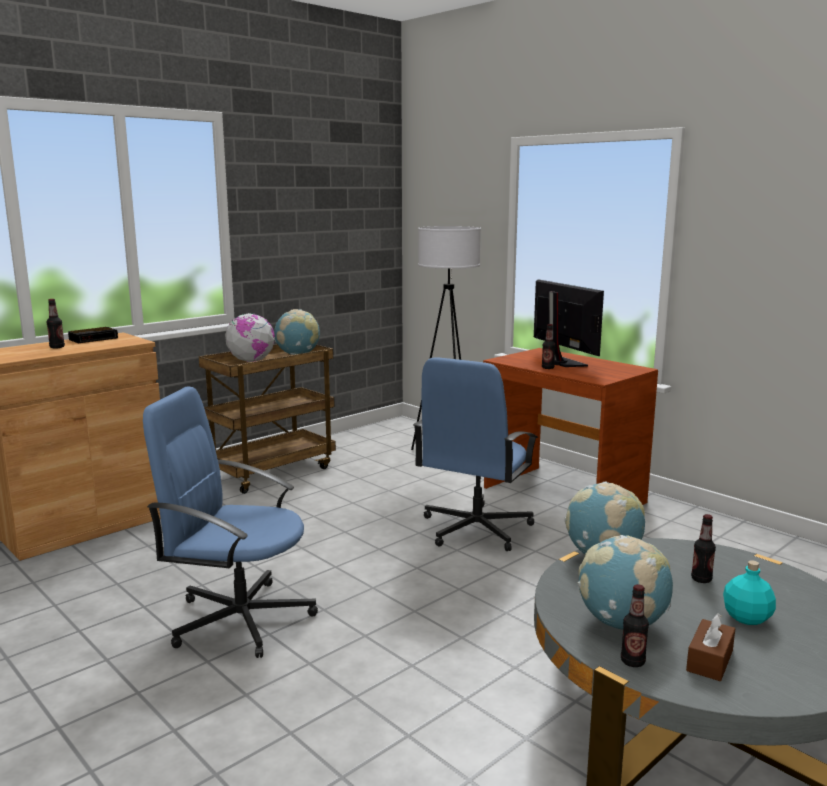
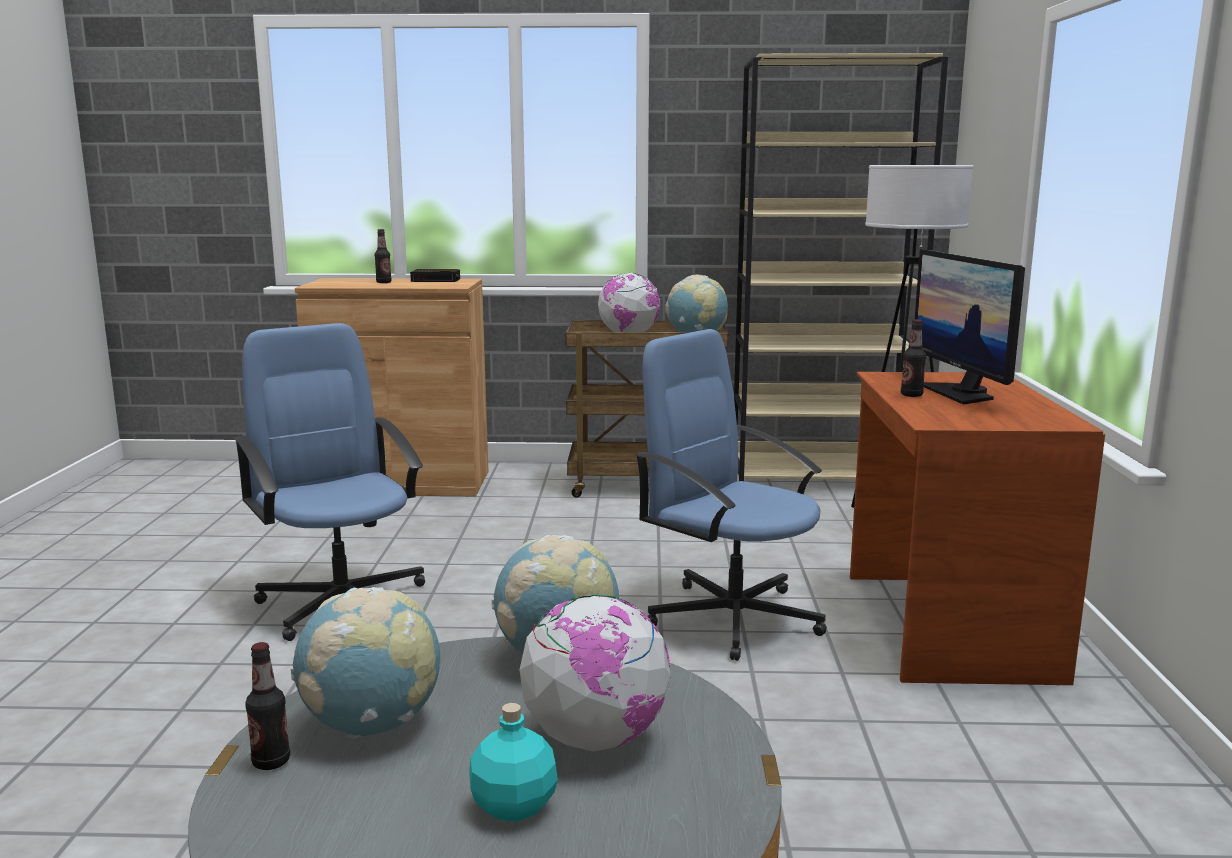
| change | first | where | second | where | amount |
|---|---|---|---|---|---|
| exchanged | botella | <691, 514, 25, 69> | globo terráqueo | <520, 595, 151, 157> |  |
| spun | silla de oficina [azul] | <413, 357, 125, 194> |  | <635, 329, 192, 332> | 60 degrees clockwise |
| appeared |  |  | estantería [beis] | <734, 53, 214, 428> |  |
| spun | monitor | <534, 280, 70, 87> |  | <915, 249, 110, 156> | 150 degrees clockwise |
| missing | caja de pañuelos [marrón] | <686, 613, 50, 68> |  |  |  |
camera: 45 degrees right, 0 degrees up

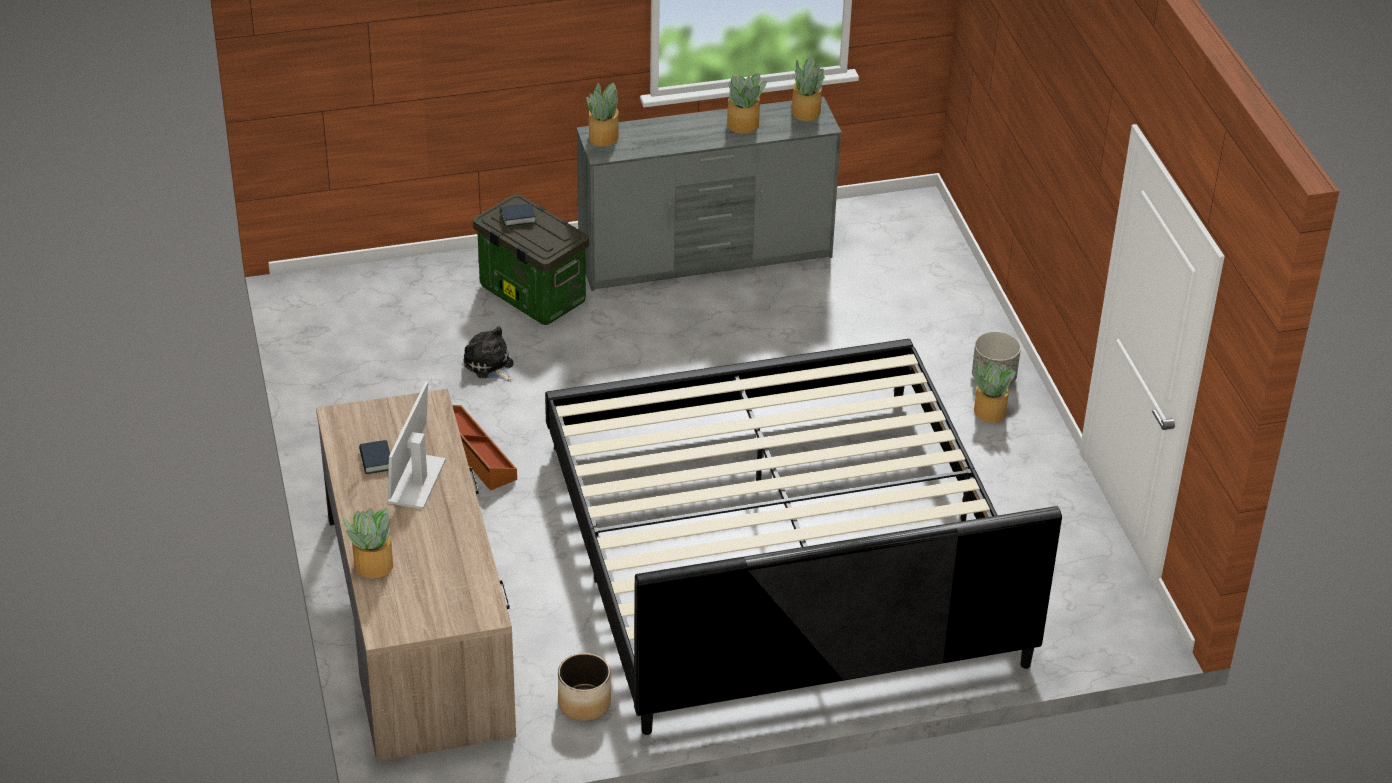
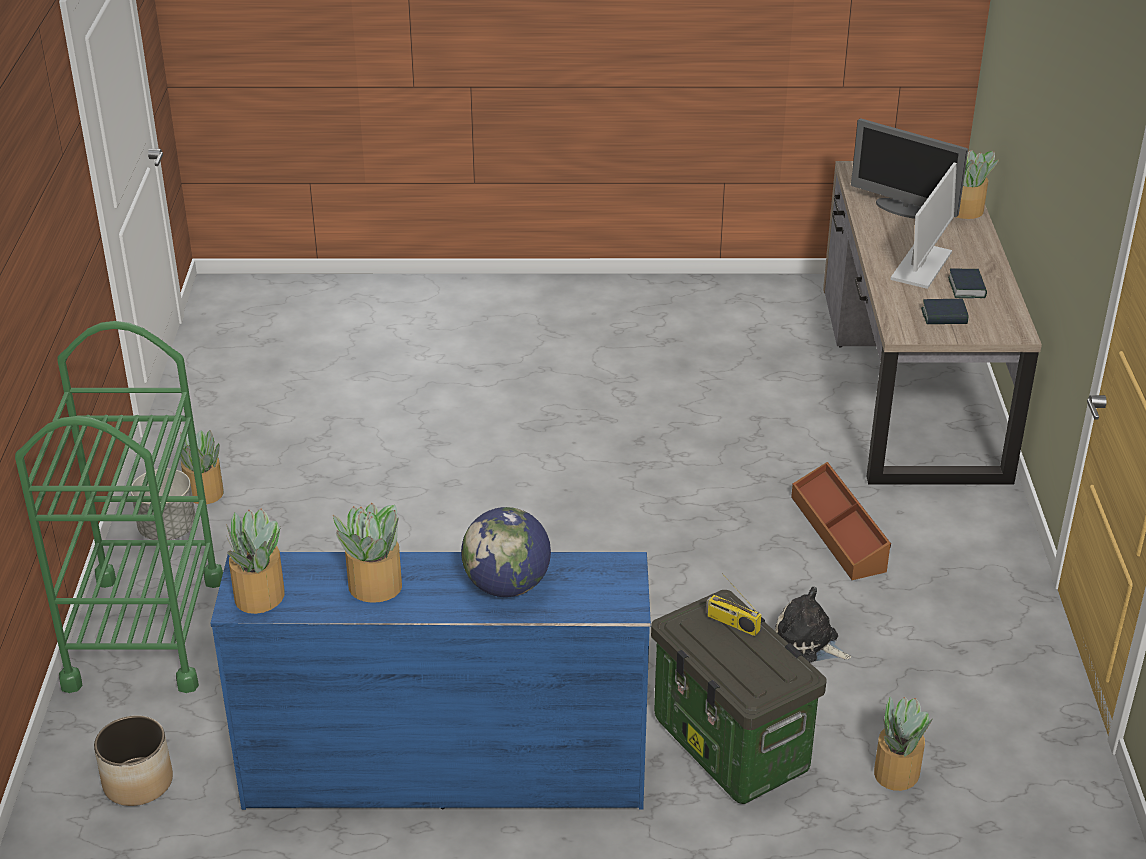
| change | first | where | second | where | amount |
|---|---|---|---|---|---|
| appeared |  |  | carrito [verde] | <15, 321, 208, 372> |  |
| relocated | maceta | <558, 653, 53, 68> |  | <94, 715, 79, 91> |  |
| colour | cómoda [gris] | <576, 97, 266, 194> | cómoda [azul] | <210, 552, 441, 258> |  |
| appeared |  |  | globo terráqueo | <461, 507, 90, 90> |  |
| appeared |  |  | radio | <706, 573, 55, 63> |  |
| spun | peluche | <463, 326, 50, 56> |  | <775, 587, 76, 75> | 150 degrees clockwise |
| appeared |  |  | monitor | <851, 118, 117, 101> |  |
| relocated | planta en maceta | <586, 83, 33, 64> |  | <874, 696, 59, 95> |  |
| relocated | libro | <500, 203, 36, 24> |  | <921, 299, 48, 25> |  |
| missing | cama | <545, 339, 517, 396> |  |  |  |
camera: 165 degrees left, 5 degrees down

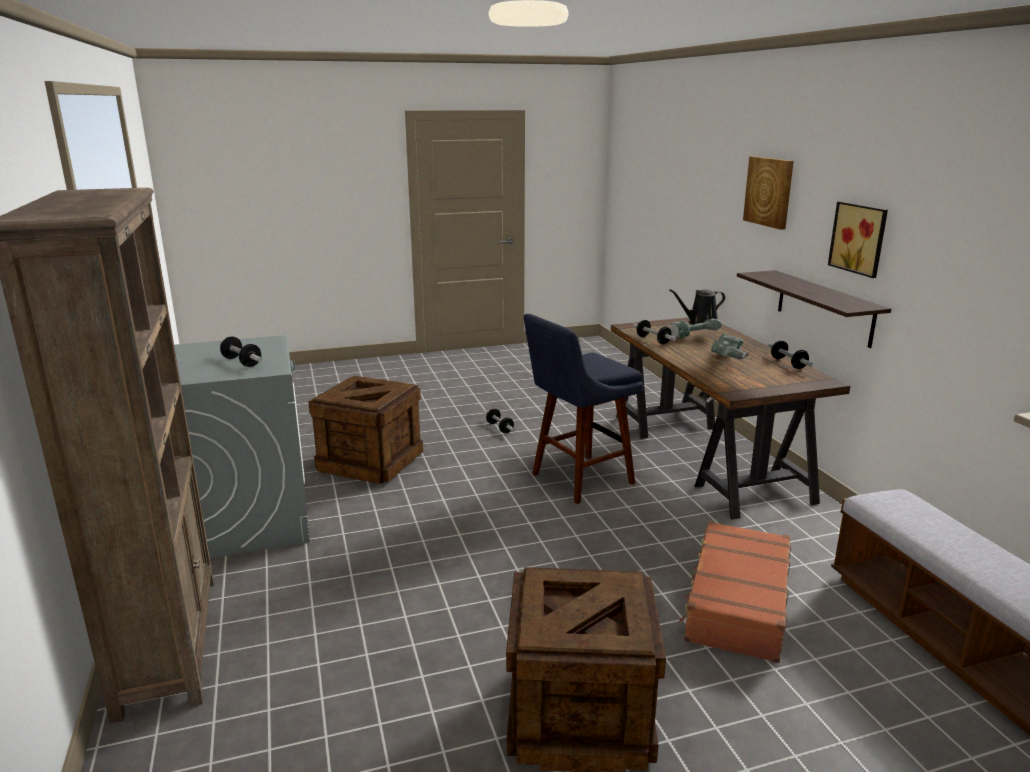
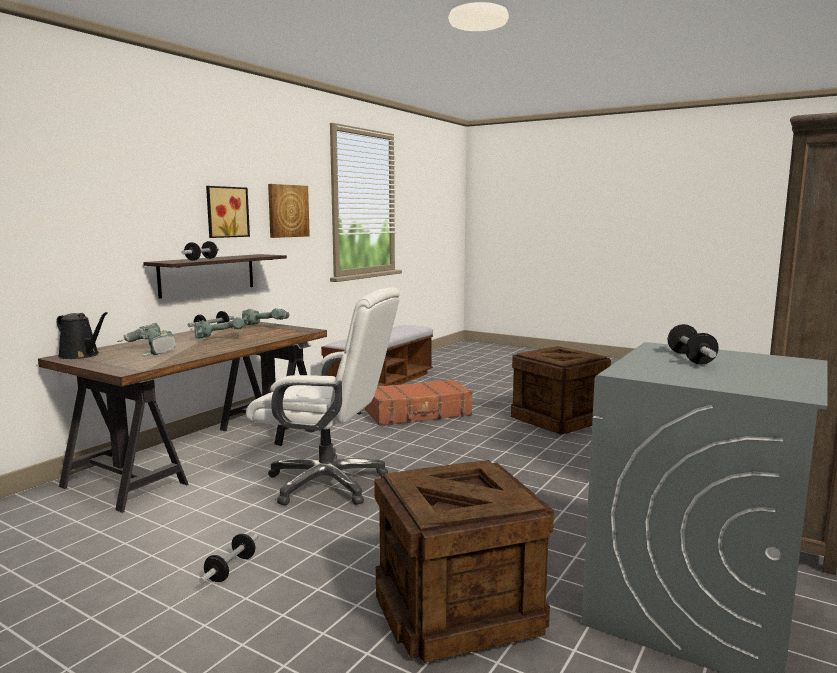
| change | first | where | second | where | amount |
|---|---|---|---|---|---|
| relocated | mancuerna | <633, 320, 43, 24> |  | <182, 241, 37, 20> |  |
| appeared |  |  | taladro | <242, 308, 48, 17> |  |
| exchanged | taburete [azul] | <524, 314, 119, 190> | silla de oficina [blanco] | <246, 287, 154, 218> |  |
| relocated | cuadro | <743, 156, 51, 74> |  | <268, 184, 42, 54> |  |
camera: 130 degrees left, 10 degrees down

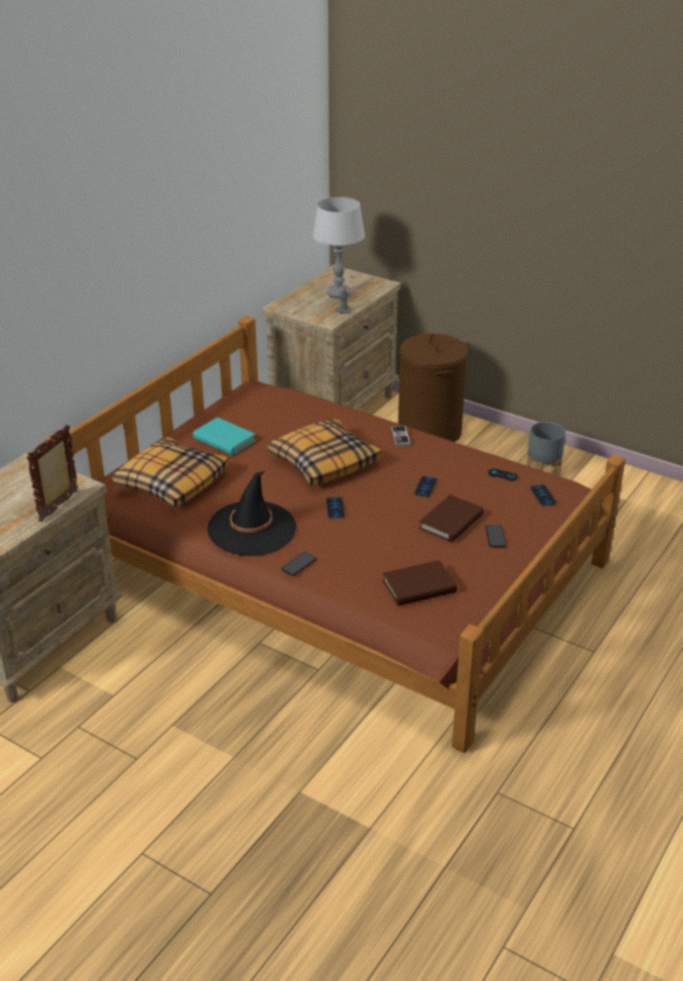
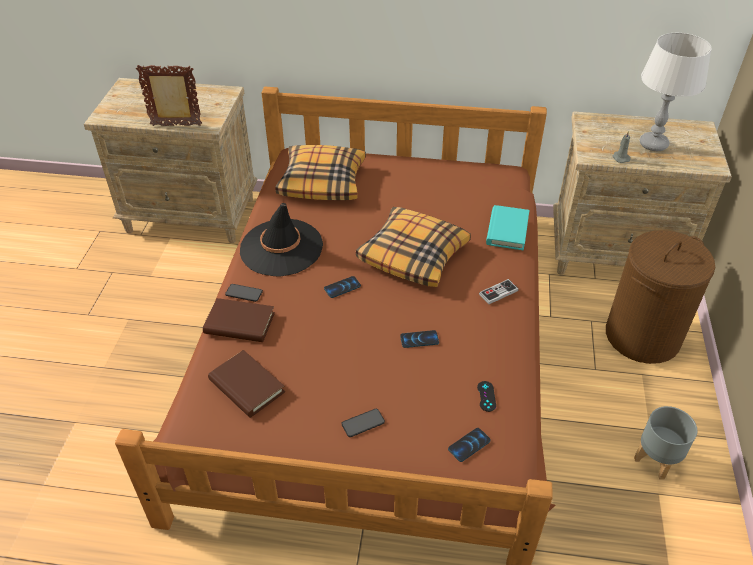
| change | first | where | second | where | amount |
|---|---|---|---|---|---|
| relocated | libro [marrón] | <419, 495, 65, 47> |  | <203, 298, 72, 44> |  |
| relocated | libro [turquesa] | <193, 417, 63, 38> |  | <486, 205, 43, 45> |  |
camera: 65 degrees right, 10 degrees up

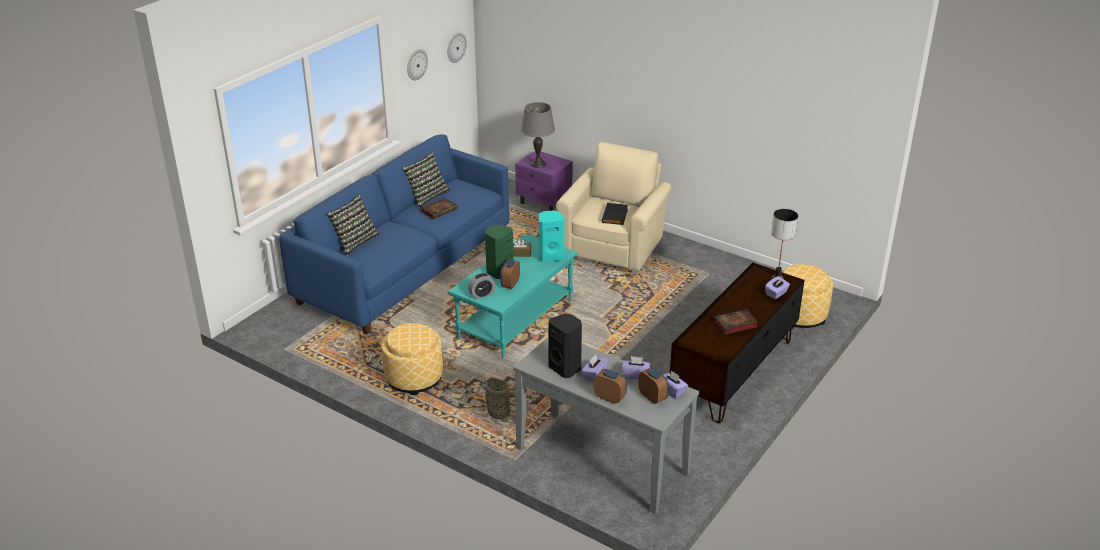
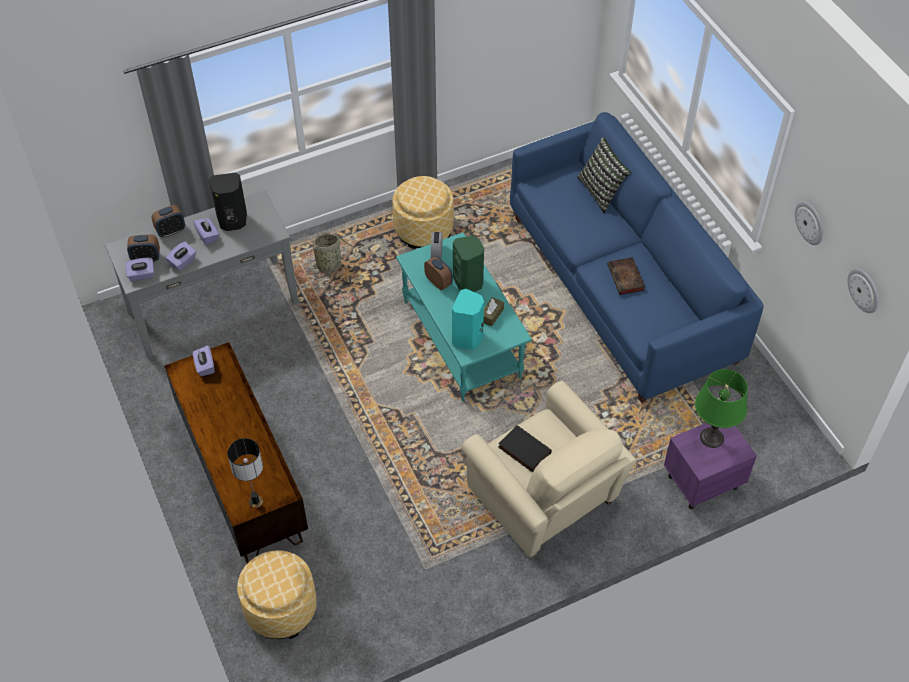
| change | first | where | second | where | amount |
|---|---|---|---|---|---|
| relocated | caja de pañuelos [morado] | <765, 276, 25, 23> |  | <193, 345, 21, 31> |  |
| colour | lámpara de mesa [gris] | <521, 102, 34, 66> | lámpara de mesa [verde] | <695, 369, 53, 79> |  |
| missing | cojín | <402, 152, 48, 56> |  |  |  |
| missing | libro | <714, 309, 44, 26> |  |  |  |
camera: 120 degrees right, 20 degrees up

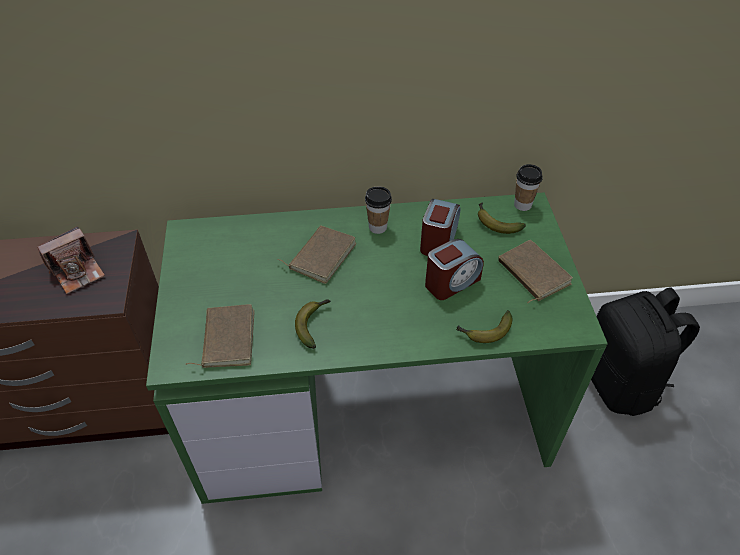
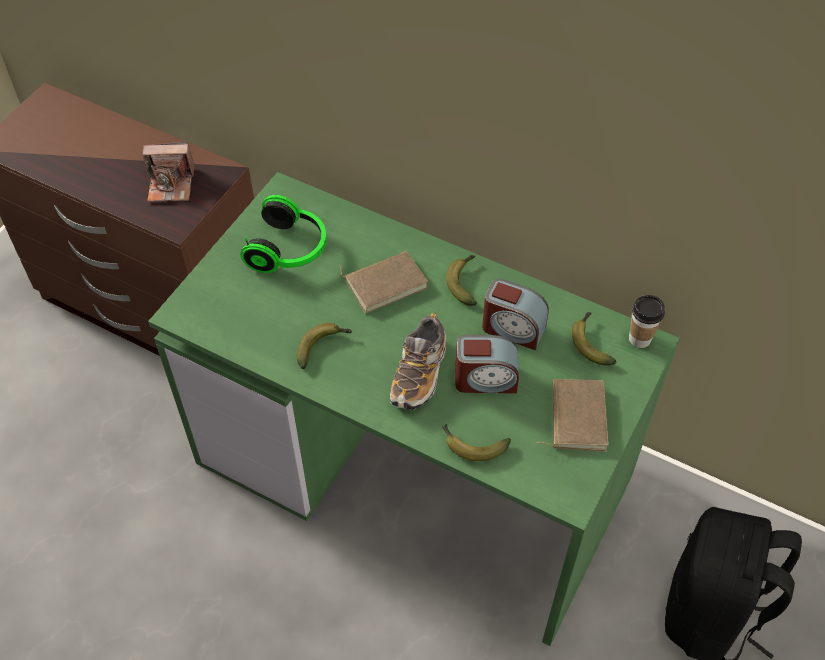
| change | first | where | second | where | amount |
|---|---|---|---|---|---|
| appeared |  |  | auriculares | <240, 195, 87, 78> |  |
| appeared |  |  | zapato | <390, 313, 56, 97> |  |
| exchanged | taza | <365, 187, 27, 47> | plátano | <446, 255, 31, 51> |  |
| spun | despertador | <420, 199, 40, 57> |  | <482, 278, 67, 72> | 60 degrees clockwise |
| missing | libro [marrón] | <185, 304, 69, 64> |  |  |  |
camera: 35 degrees right, 5 degrees up

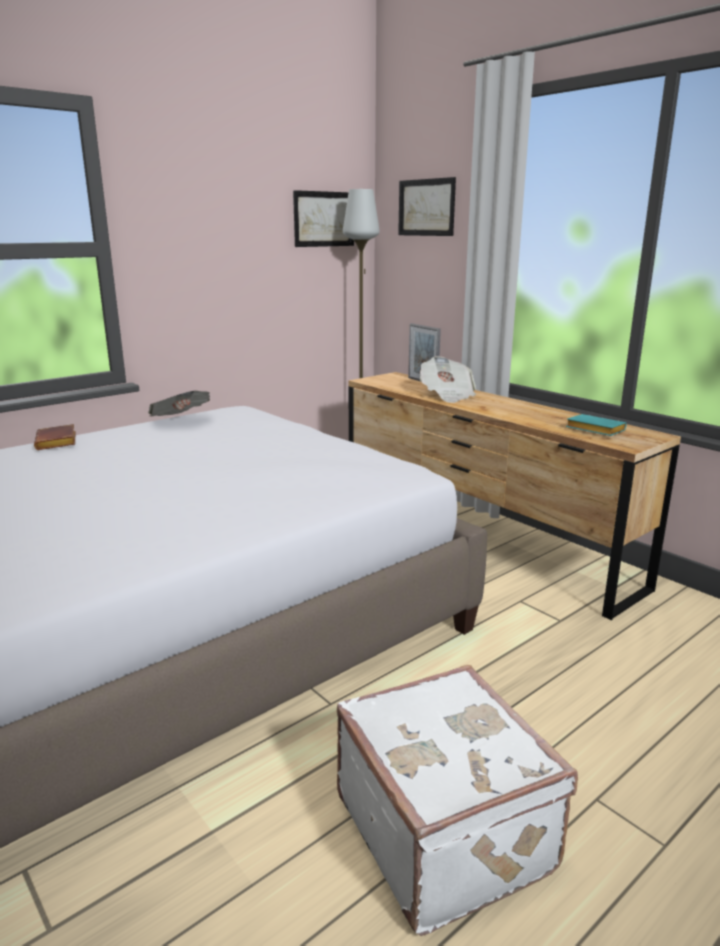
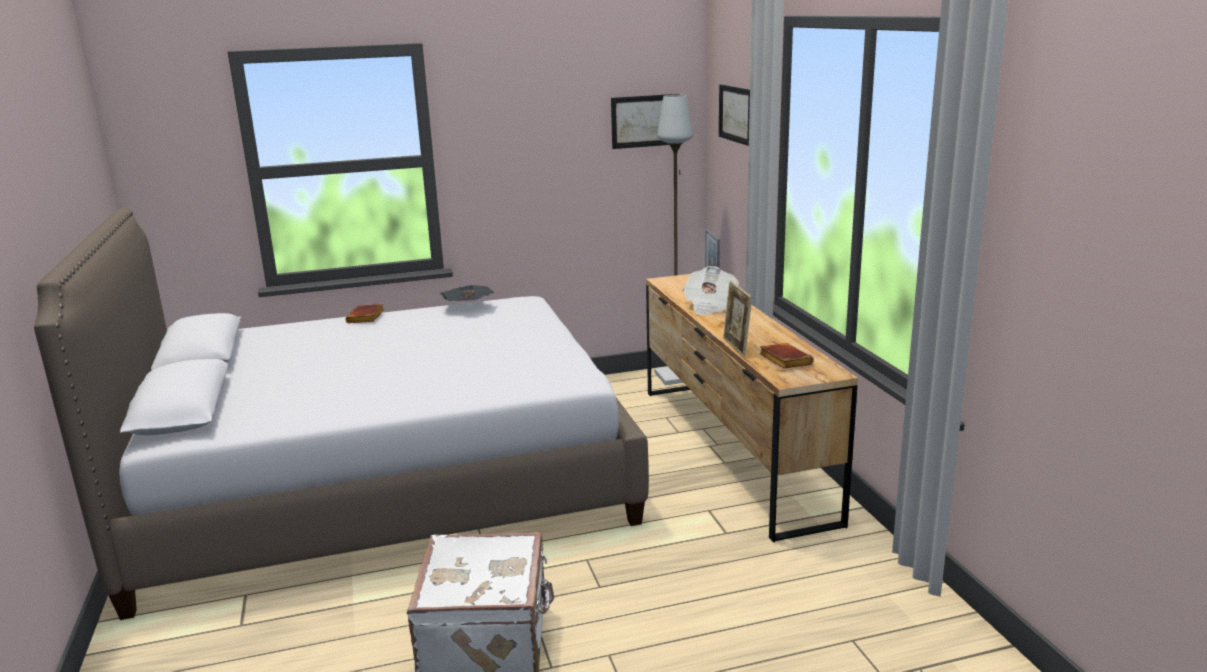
| change | first | where | second | where | amount |
|---|---|---|---|---|---|
| appeared |  |  | portarretratos | <723, 281, 29, 76> |  |
| colour | libro [turquesa] | <566, 414, 60, 22> | libro [marrón] | <759, 343, 55, 26> |  |
camera: 25 degrees right, 0 degrees up

